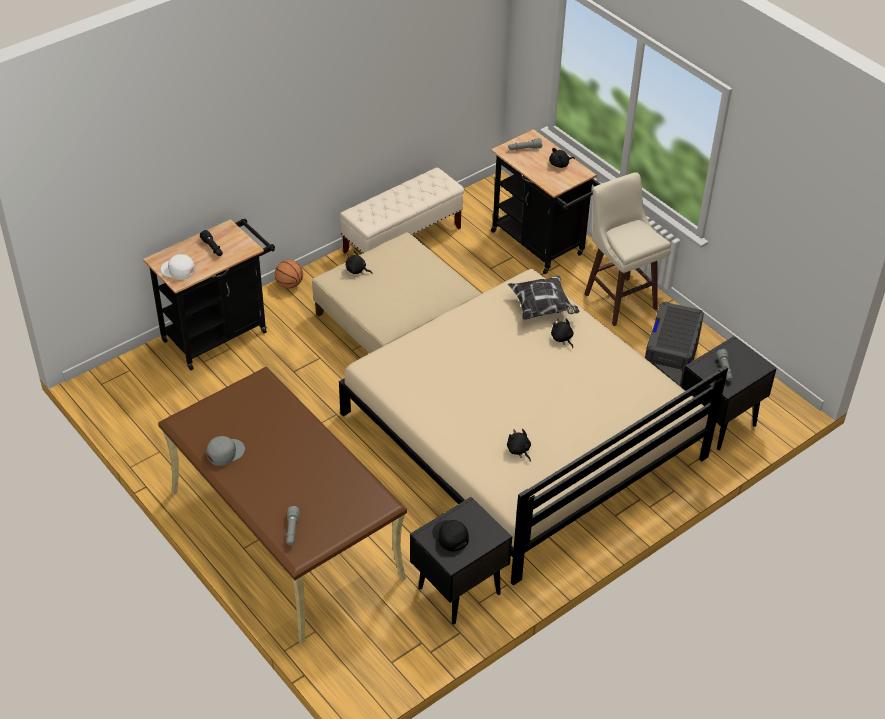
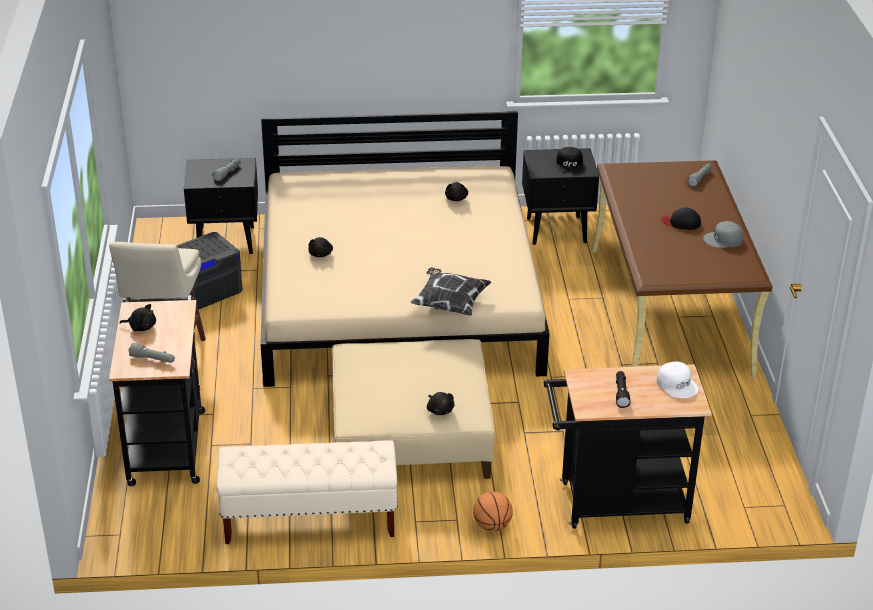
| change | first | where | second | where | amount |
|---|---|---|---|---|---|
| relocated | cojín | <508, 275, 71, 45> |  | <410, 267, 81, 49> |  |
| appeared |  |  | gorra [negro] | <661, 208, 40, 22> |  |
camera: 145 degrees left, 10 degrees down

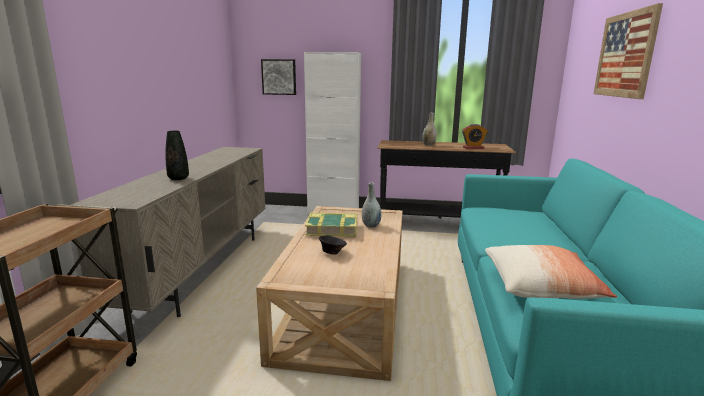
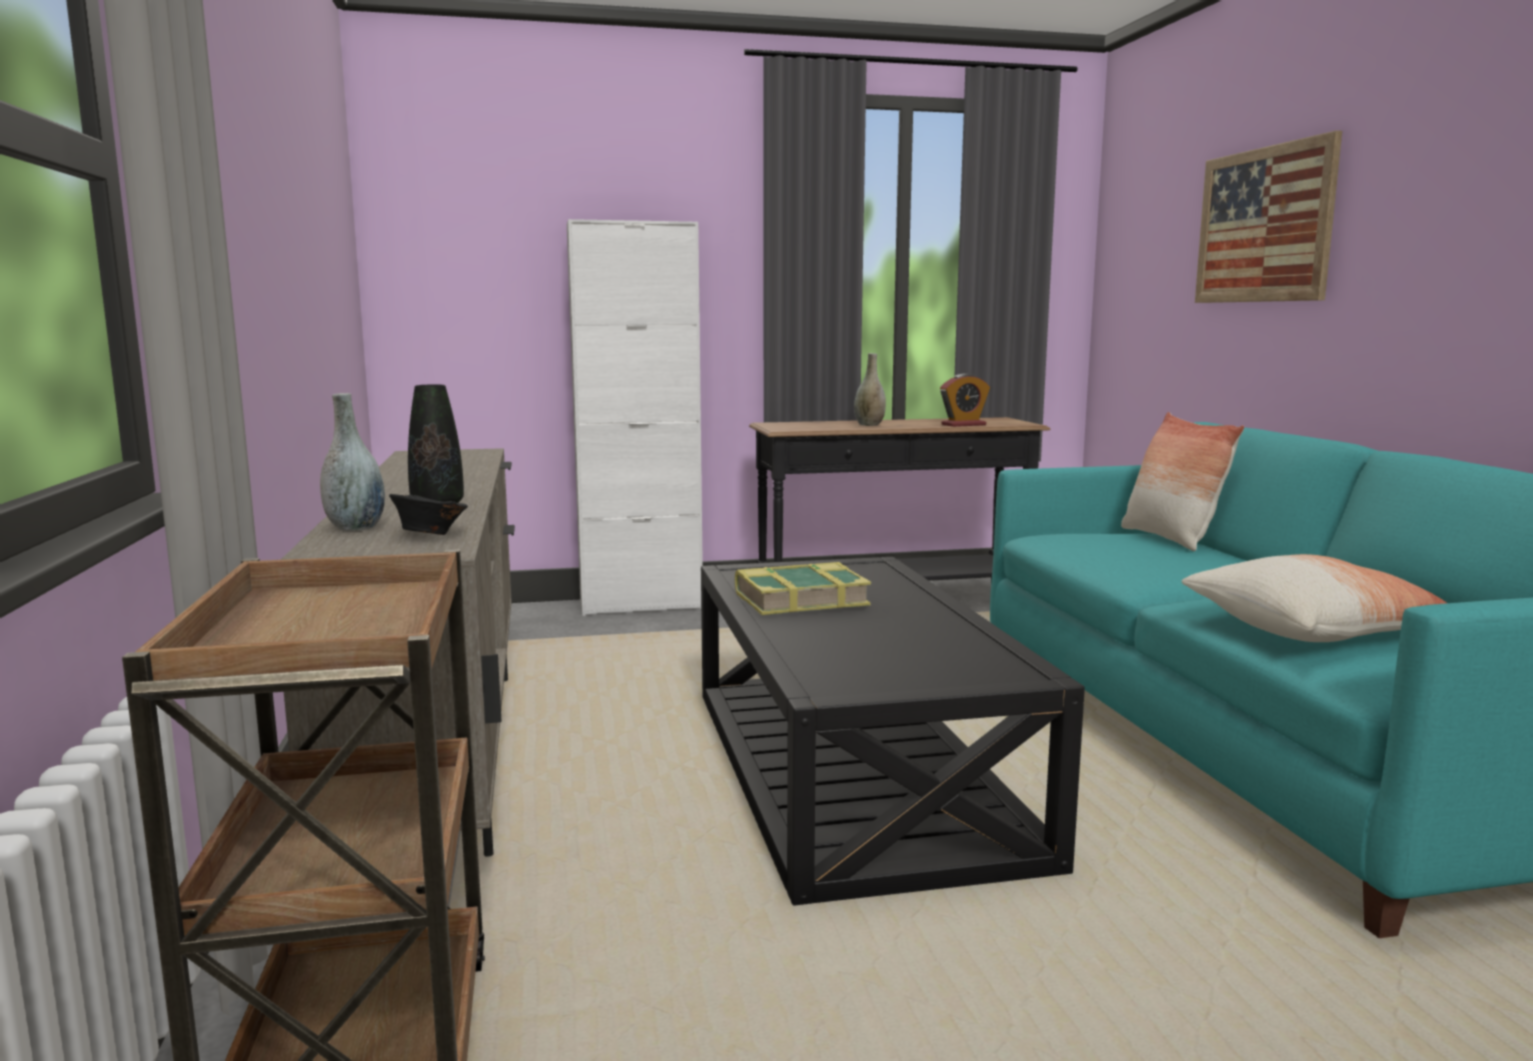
| change | first | where | second | where | amount |
|---|---|---|---|---|---|
| relocated | florero [gris] | <362, 183, 19, 45> |  | <320, 393, 65, 138> |  |
| relocated | cuenco [negro] | <319, 235, 28, 20> |  | <389, 494, 79, 41> |  |
| colour | mesa de centro [beis] | <256, 206, 147, 175> | mesa de centro [negro] | <701, 557, 384, 348> |  |
| appeared |  |  | cojín | <1121, 412, 123, 139> |  |
| missing | cuadro | <261, 59, 35, 36> |  |  |  |
camera: 20 degrees left, 5 degrees down

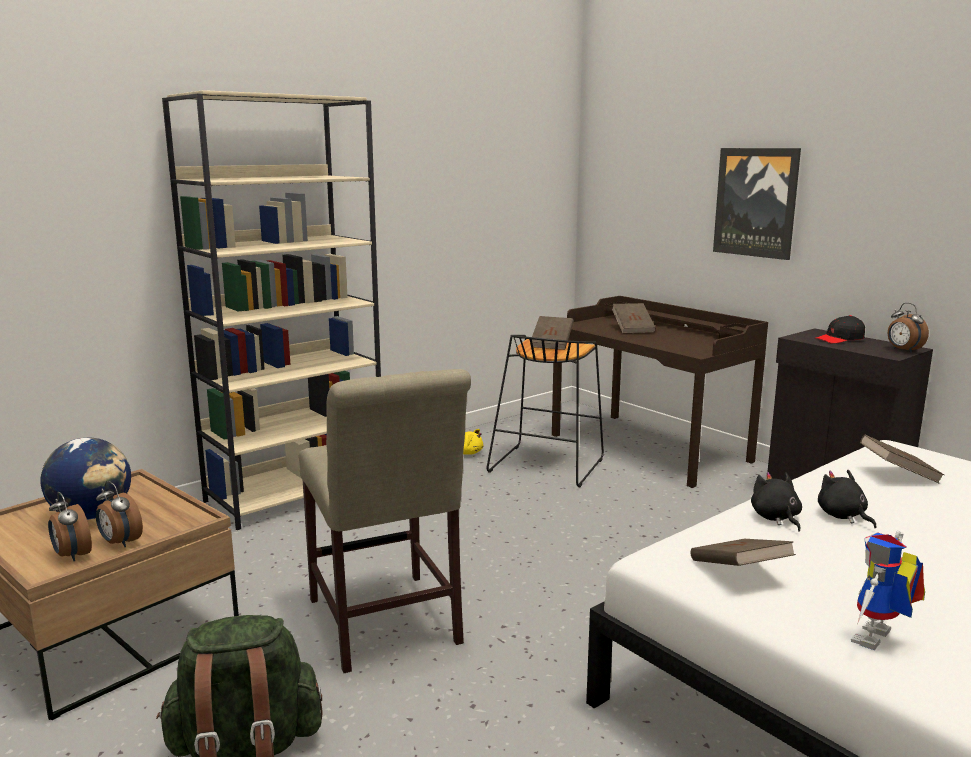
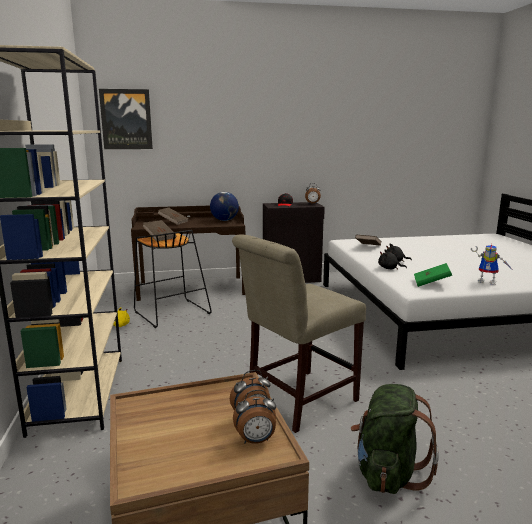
| change | first | where | second | where | amount |
|---|---|---|---|---|---|
| relocated | cuadro | <713, 148, 88, 112> |  | <99, 89, 54, 60> |  |
| relocated | globo terráqueo | <40, 438, 91, 82> |  | <210, 192, 29, 29> |  |
| spun | silla [beis] | <299, 369, 172, 304> |  | <232, 234, 134, 199> | 135 degrees clockwise |
| colour | libro [marrón] | <690, 539, 106, 27> | libro [verde] | <414, 263, 38, 24> |  |
| spun | robot de juguete | <851, 530, 74, 120> |  | <471, 244, 41, 41> | 45 degrees counterclockwise |
camera: 60 degrees left, 0 degrees up

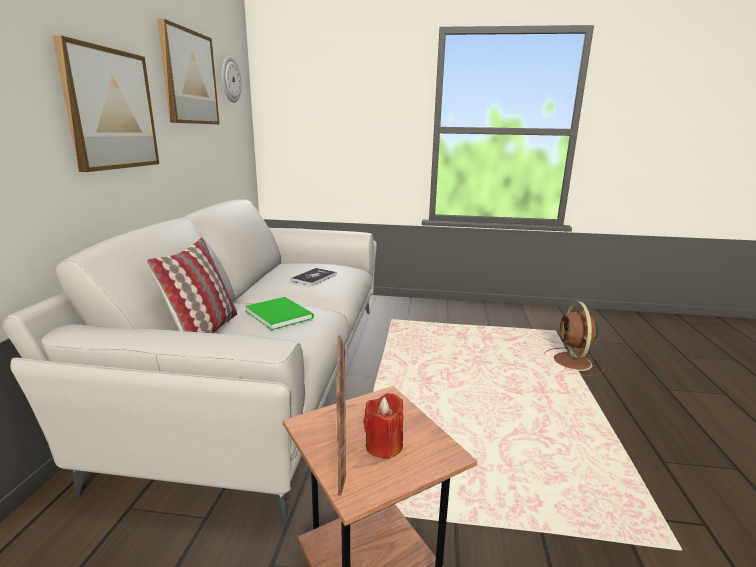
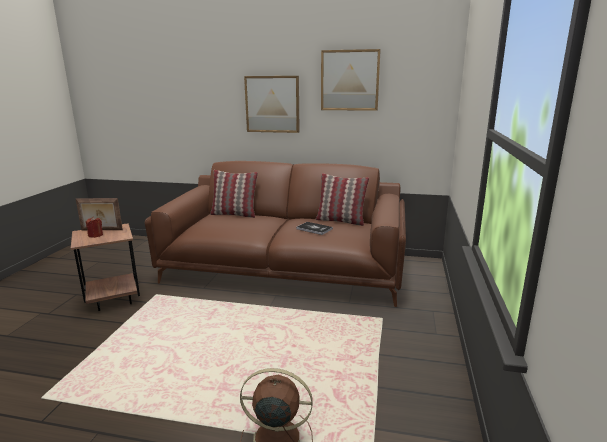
| change | first | where | second | where | amount |
|---|---|---|---|---|---|
| colour | sofá [gris] | <3, 199, 374, 326> | sofá [marrón] | <145, 161, 261, 146> |  |
| appeared |  |  | cojín | <315, 173, 54, 53> |  |
| missing | reloj de pared | <222, 56, 19, 47> |  |  |  |
| missing | libro [verde] | <245, 297, 69, 33> |  |  |  |
camera: 95 degrees right, 0 degrees up

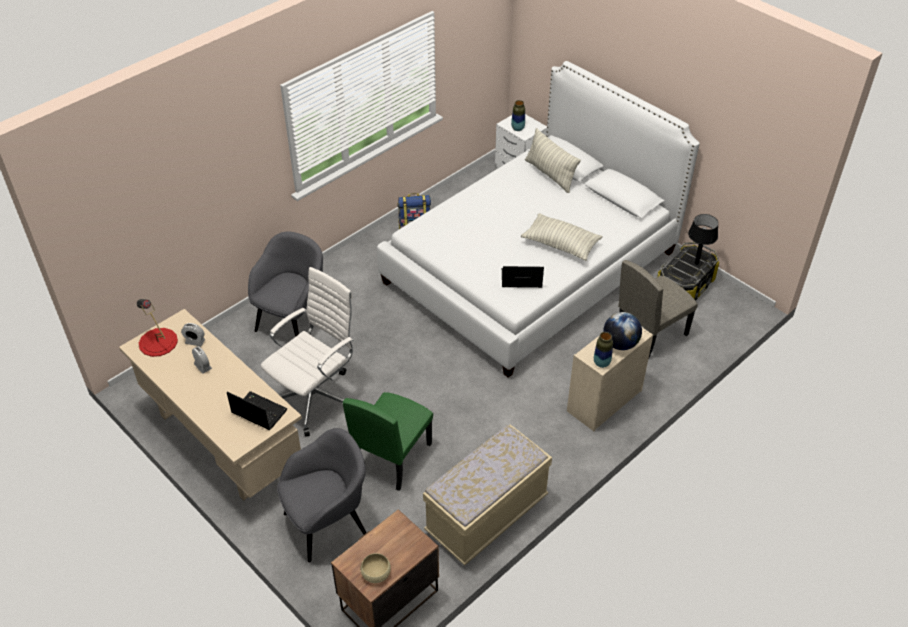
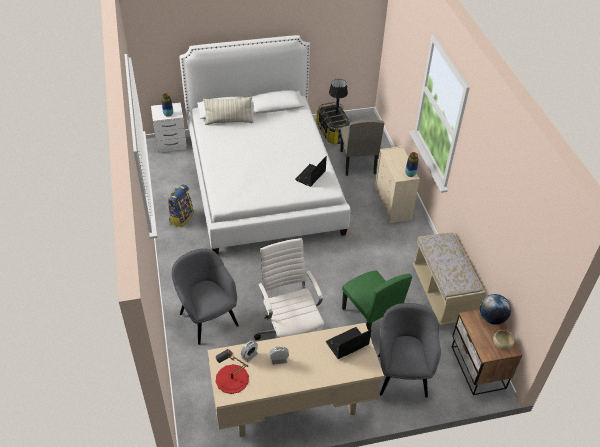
| change | first | where | second | where | amount |
|---|---|---|---|---|---|
| relocated | globo terráqueo | <603, 312, 39, 38> |  | <480, 294, 31, 31> |  |
| missing | cojín | <521, 213, 82, 48> |  |  |  |
camera: 60 degrees left, 0 degrees up

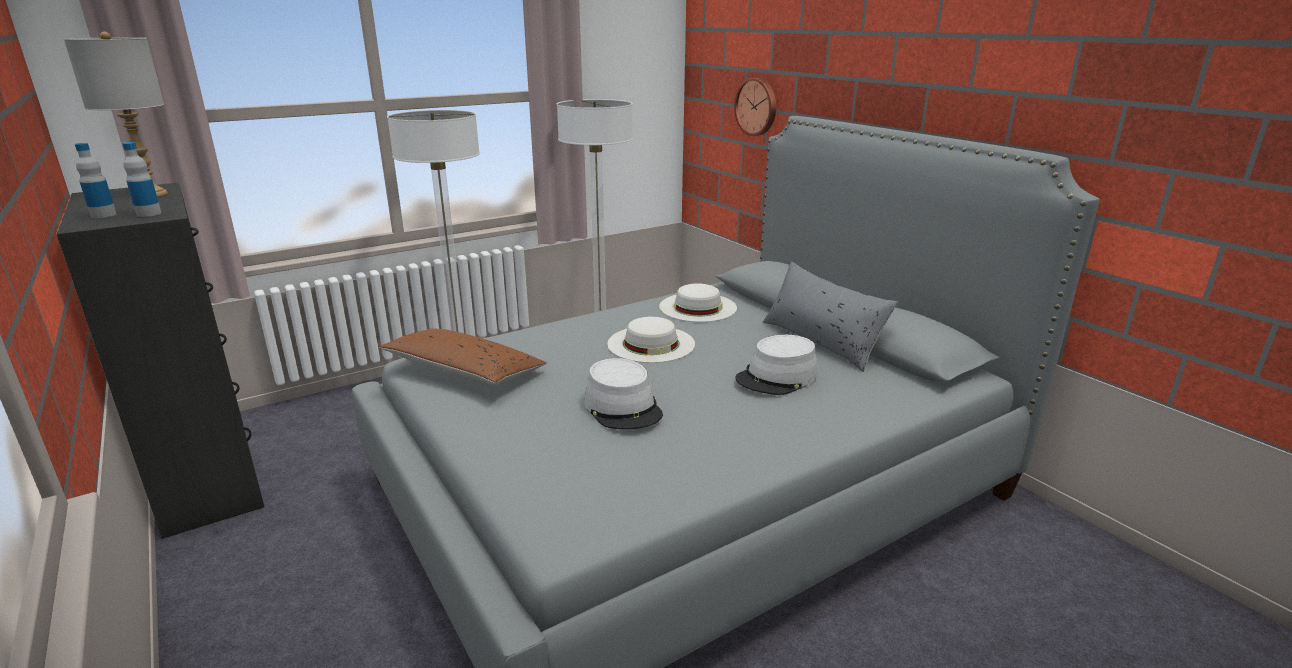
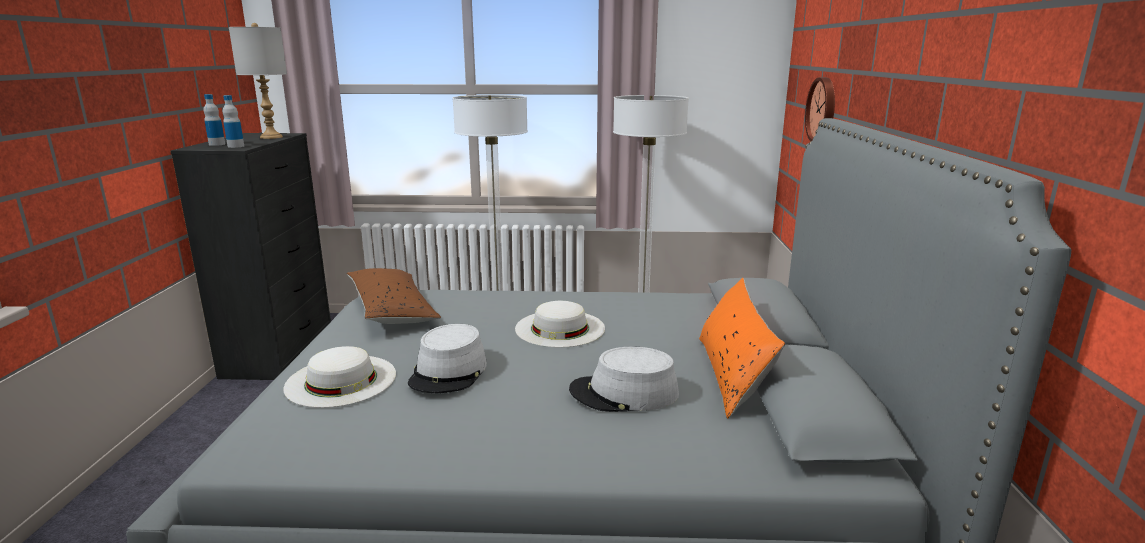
| change | first | where | second | where | amount |
|---|---|---|---|---|---|
| relocated | sombrero [blanco] | <659, 283, 78, 39> |  | <284, 346, 112, 62> |  |
| colour | cojín [gris] | <763, 262, 135, 110> | cojín [naranja] | <699, 278, 86, 141> |  |
camera: 35 degrees right, 5 degrees down

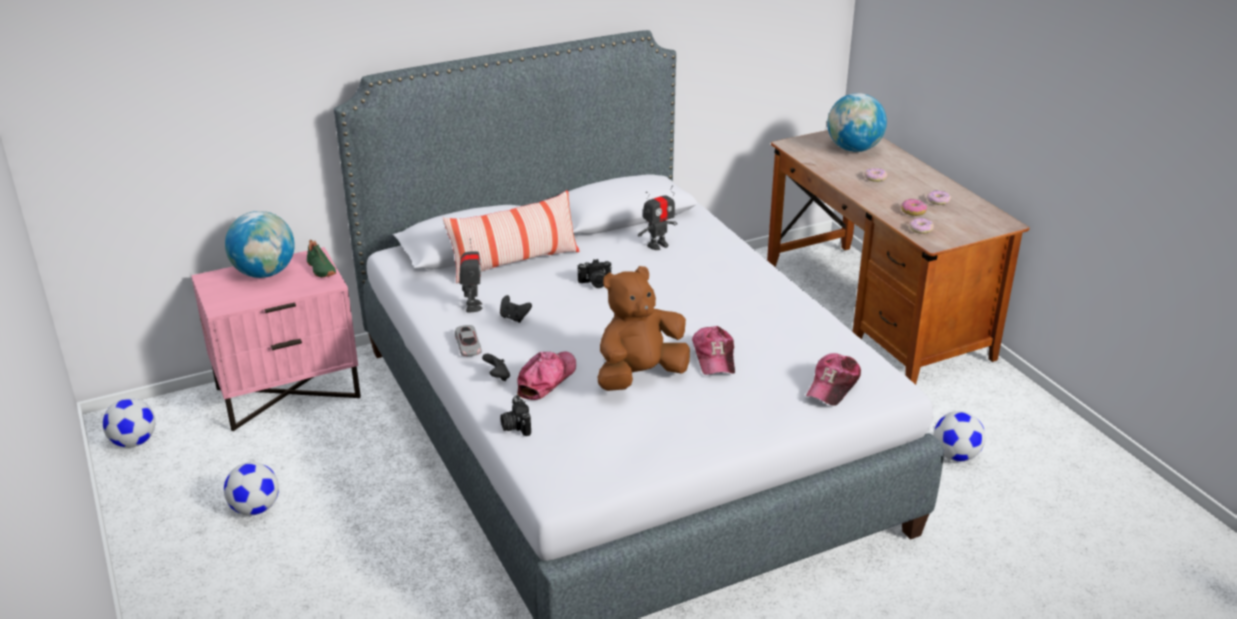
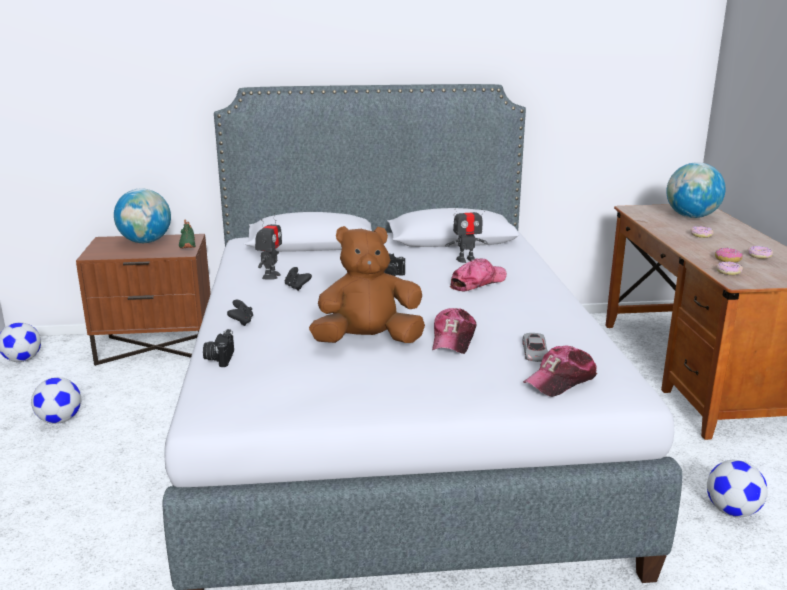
| change | first | where | second | where | amount |
|---|---|---|---|---|---|
| colour | mesita de noche [rosa] | <191, 247, 170, 184> | mesita de noche [marrón] | <76, 234, 135, 132> |  |
| relocated | gorra | <517, 351, 59, 49> |  | <450, 259, 57, 32> |  |
| relocated | coche de juguete [gris] | <455, 325, 27, 31> |  | <523, 333, 25, 29> |  |
| missing | cojín | <443, 190, 137, 94> |  |  |  |
camera: 20 degrees right, 10 degrees down

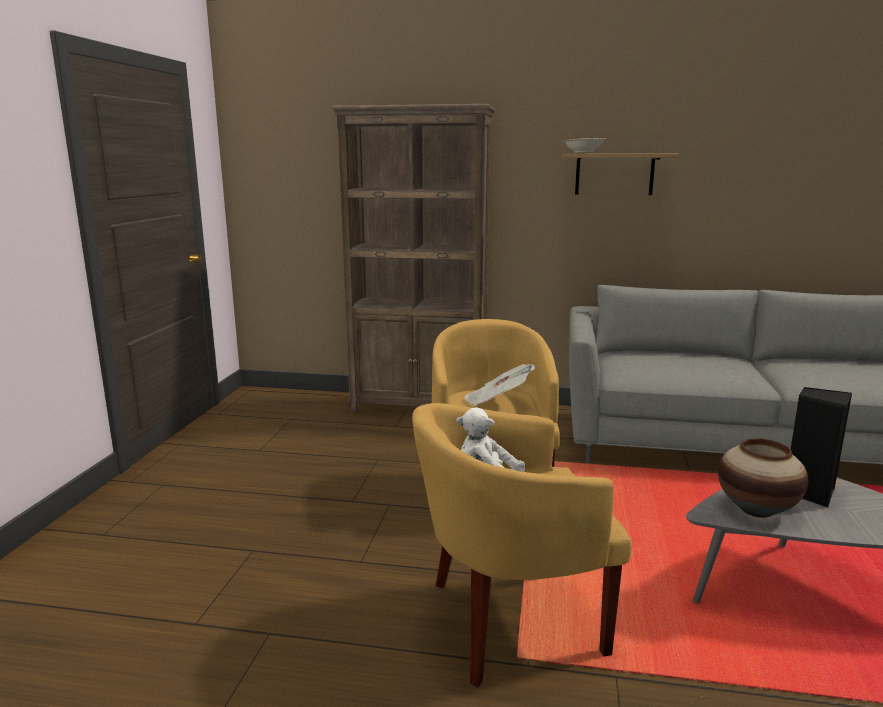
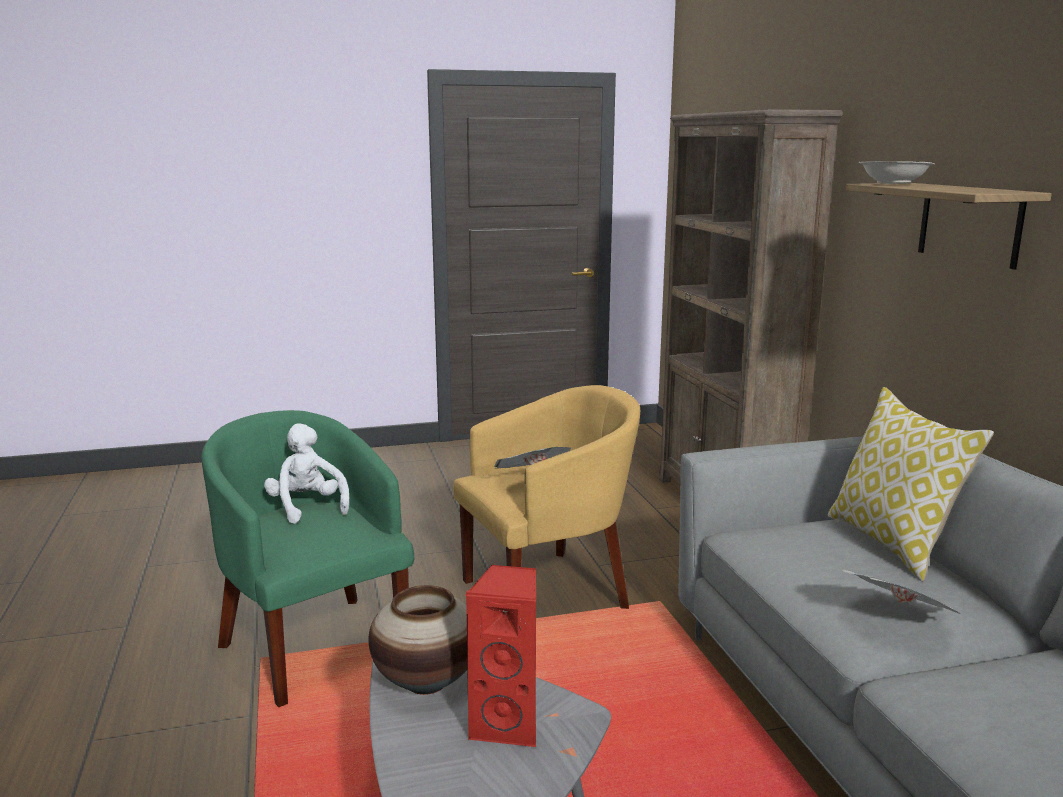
| change | first | where | second | where | amount |
|---|---|---|---|---|---|
| colour | sillón [amarillo] | <412, 403, 220, 285> | sillón [verde] | <201, 410, 213, 297> |  |
| colour | altavoz [negro] | <791, 387, 61, 121> | altavoz [rojo] | <464, 564, 72, 183> |  |
| appeared |  |  | cojín | <827, 387, 167, 194> |  |
| appeared |  |  | periódico | <842, 569, 118, 45> |  |
camera: 65 degrees right, 0 degrees up

